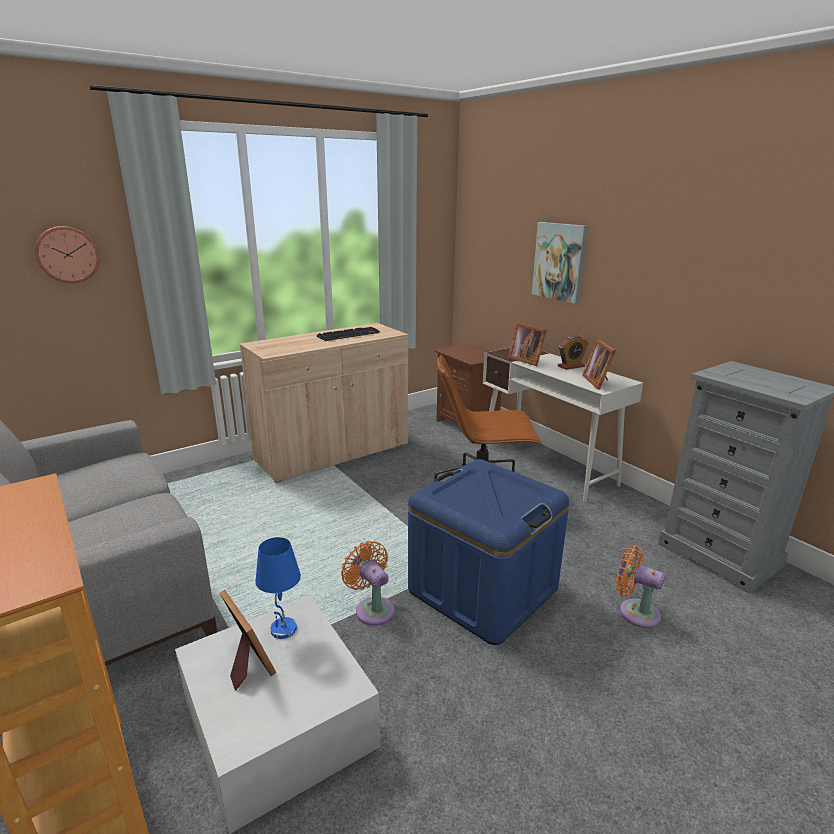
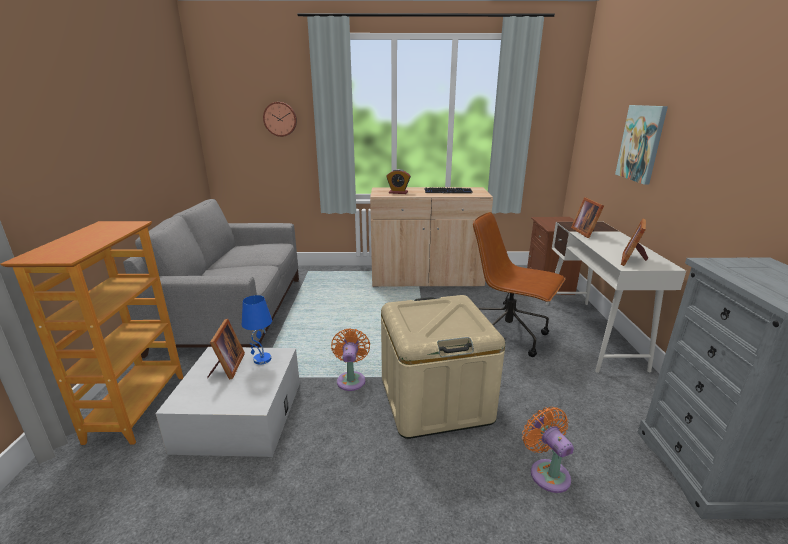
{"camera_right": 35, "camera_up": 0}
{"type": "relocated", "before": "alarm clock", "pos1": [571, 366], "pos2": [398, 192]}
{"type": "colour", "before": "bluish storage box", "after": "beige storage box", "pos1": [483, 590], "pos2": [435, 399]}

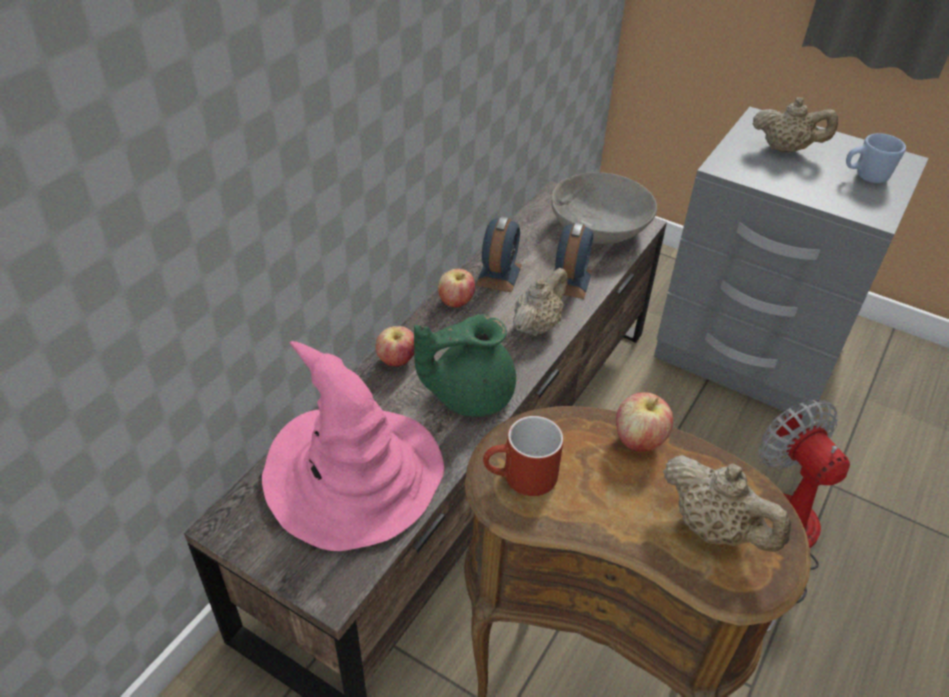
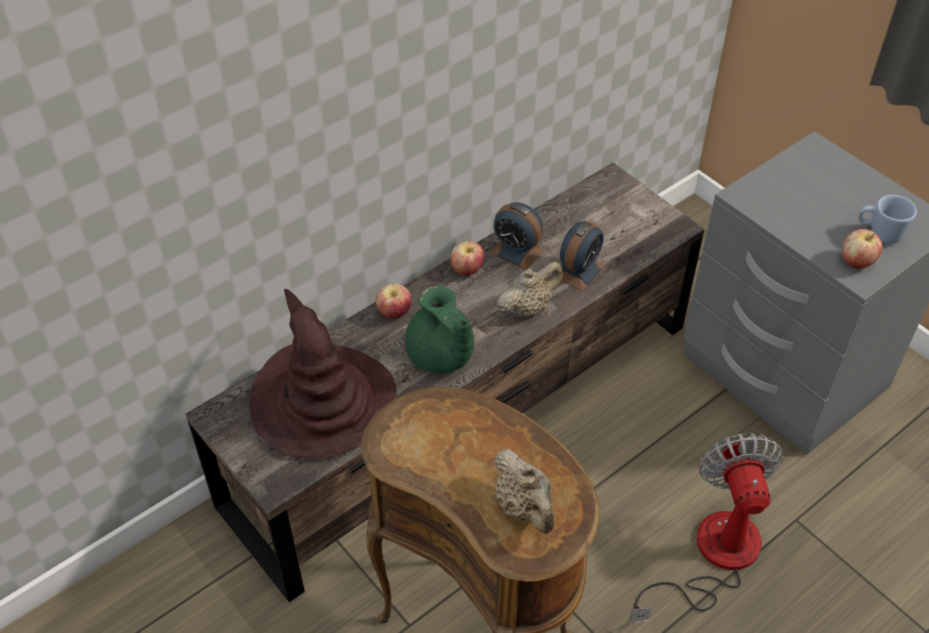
{"camera_right": 20, "camera_up": 5}
{"type": "missing", "before": "red-coloured tea mug", "pos1": [520, 478]}
{"type": "missing", "before": "greyish serving bowl", "pos1": [599, 228]}
{"type": "missing", "before": "beige teapot", "pos1": [786, 149]}
{"type": "relocated", "before": "whole apple", "pos1": [639, 440], "pos2": [856, 262]}
{"type": "colour", "before": "pink-coloured hat", "after": "brownish hat", "pos1": [354, 477], "pos2": [322, 402]}
{"type": "spun", "before": "green-coloured teapot", "pos1": [469, 394], "pos2": [441, 356], "turn": -120}
{"type": "spun", "before": "alarm clock", "pos1": [499, 275], "pos2": [517, 251], "turn": 90}

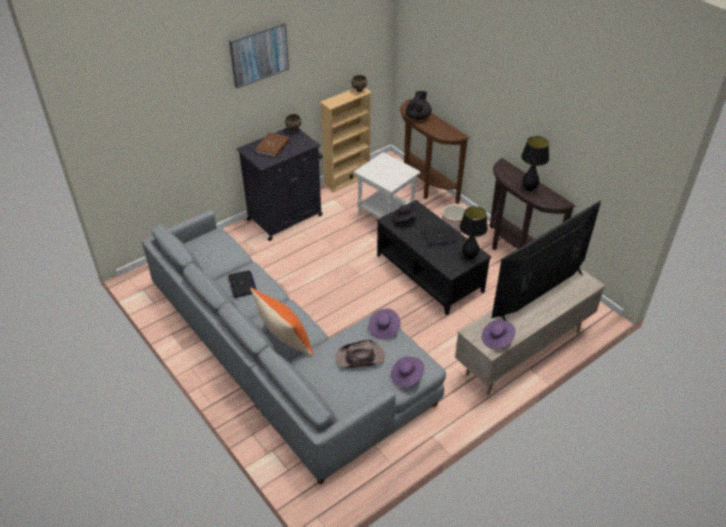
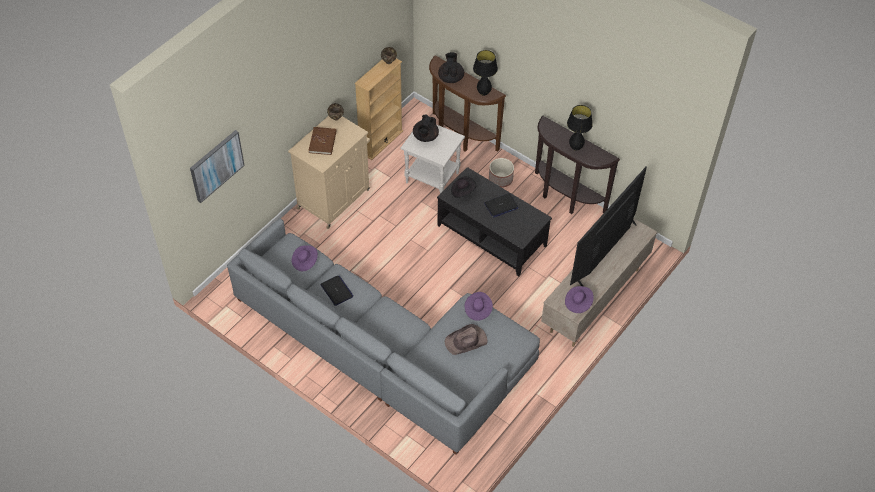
{"camera_right": -15, "camera_up": 10}
{"type": "missing", "before": "orangey pillow", "pos1": [284, 340]}
{"type": "appeared", "after": "black-coloured teapot", "pos2": [425, 137]}
{"type": "relocated", "before": "wall art", "pos1": [259, 54], "pos2": [216, 165]}
{"type": "relocated", "before": "purple hat", "pos1": [406, 377], "pos2": [305, 262]}
{"type": "relocated", "before": "black-coloured tabletop lamp", "pos1": [469, 257], "pos2": [484, 93]}
{"type": "colour", "before": "black-coloured cabinet", "after": "beige cabinet", "pos1": [286, 217], "pos2": [334, 198]}

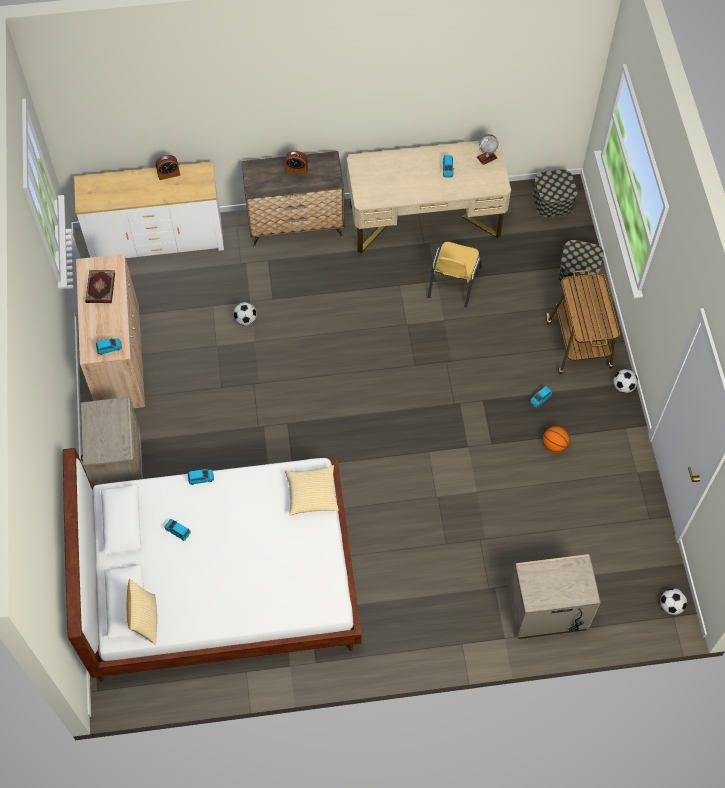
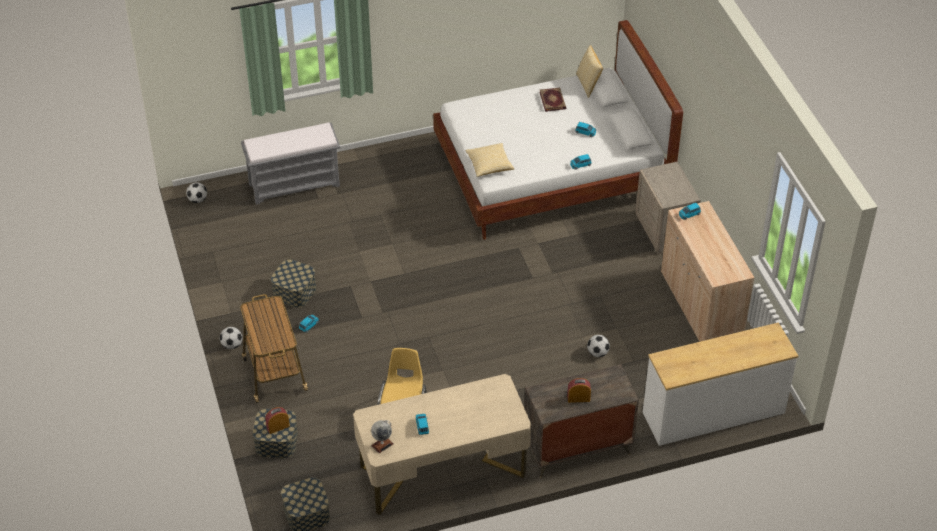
{"camera_right": 170, "camera_up": -15}
{"type": "relocated", "before": "book", "pos1": [99, 287], "pos2": [553, 100]}
{"type": "relocated", "before": "alarm clock", "pos1": [168, 174], "pos2": [278, 427]}
{"type": "exchanged", "before": "beige night table", "after": "greyish indoor bench", "pos1": [547, 612], "pos2": [295, 184]}
{"type": "exchanged", "before": "basketball ball", "after": "storage box", "pos1": [554, 445], "pos2": [294, 292]}

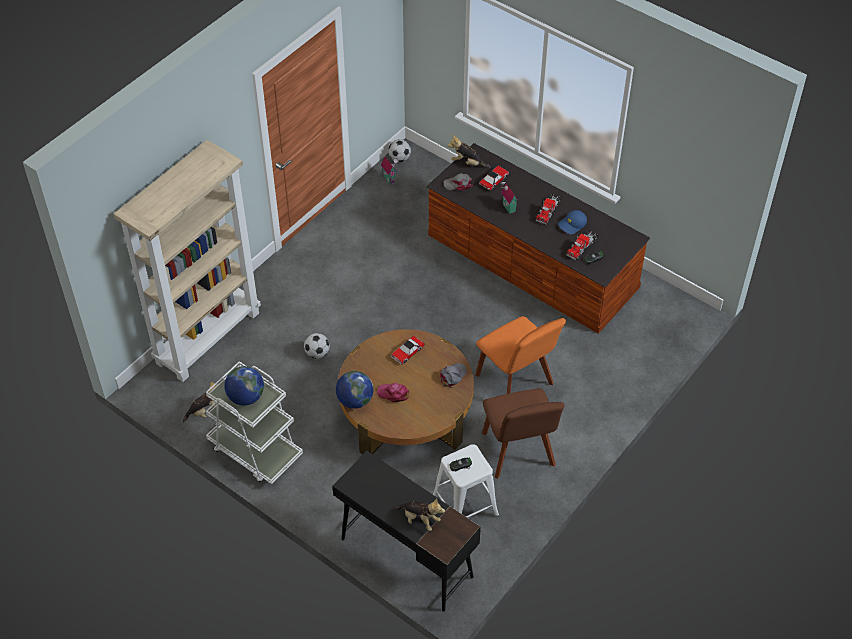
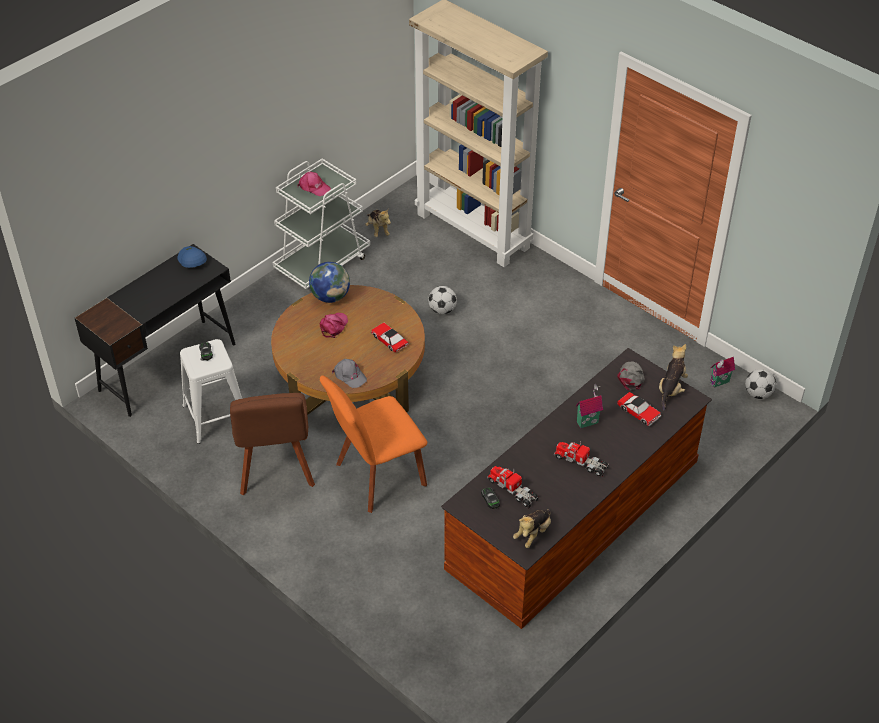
{"camera_right": 95, "camera_up": -5}
{"type": "relocated", "before": "cuddly toy", "pos1": [419, 519], "pos2": [533, 533]}
{"type": "relocated", "before": "bluish peaked cap", "pos1": [572, 225], "pos2": [191, 260]}
{"type": "exchanged", "before": "world globe", "after": "pink-coloured peaked cap", "pos1": [246, 397], "pos2": [314, 187]}
{"type": "spun", "before": "brownish chair", "pos1": [519, 452], "pos2": [275, 469], "turn": -90}

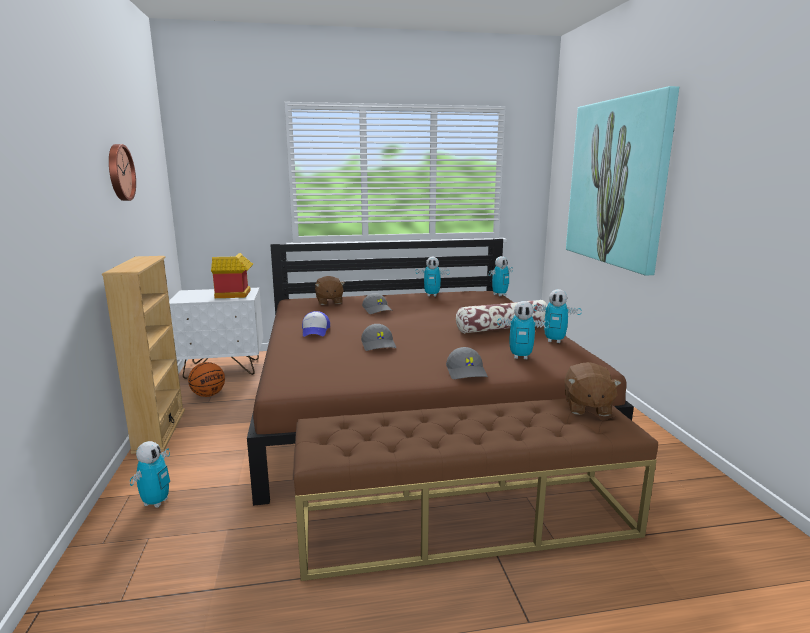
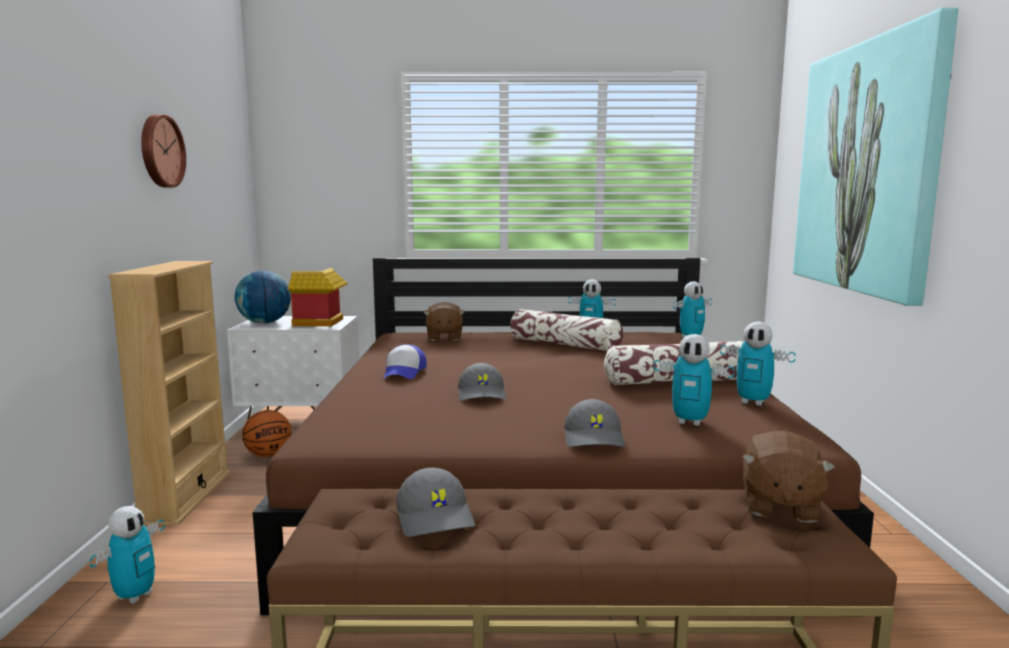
{"camera_right": 10, "camera_up": -5}
{"type": "appeared", "after": "world globe", "pos2": [265, 323]}
{"type": "appeared", "after": "pillow", "pos2": [565, 345]}
{"type": "relocated", "before": "greyish peaked cap", "pos1": [377, 310], "pos2": [436, 518]}

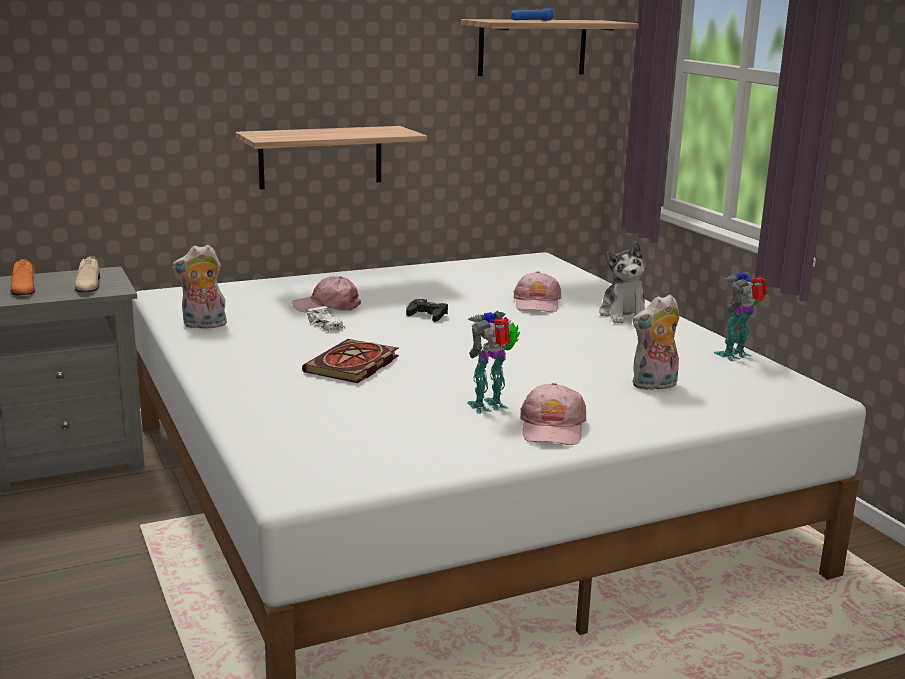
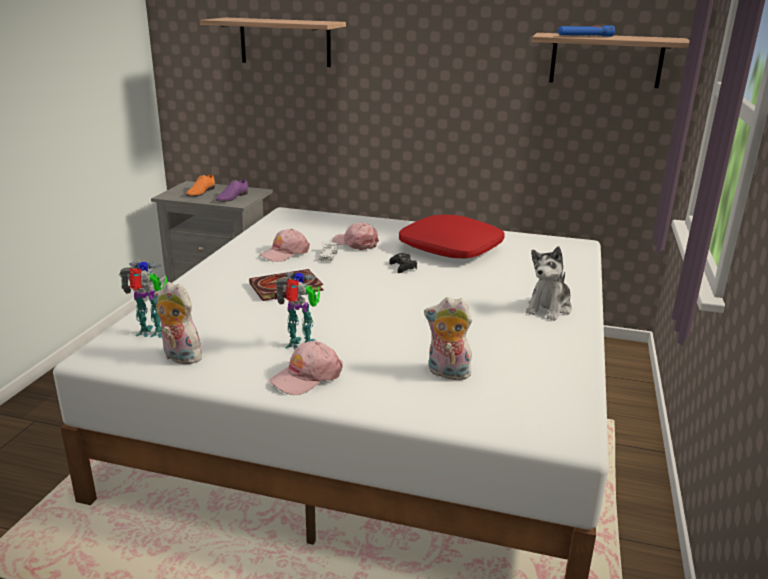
{"camera_right": 40, "camera_up": 5}
{"type": "appeared", "after": "red-coloured pillow", "pos2": [451, 248]}
{"type": "relocated", "before": "cuddly toy", "pos1": [203, 325], "pos2": [179, 357]}
{"type": "relocated", "before": "wall shelf", "pos1": [320, 157], "pos2": [285, 42]}
{"type": "relocated", "before": "pink-coloured peaked cap", "pos1": [537, 303], "pos2": [285, 253]}
{"type": "relocated", "before": "robot figure", "pos1": [736, 355], "pos2": [152, 333]}
{"type": "colour", "before": "beige low shoe", "after": "purple low shoe", "pos1": [88, 285], "pos2": [231, 197]}

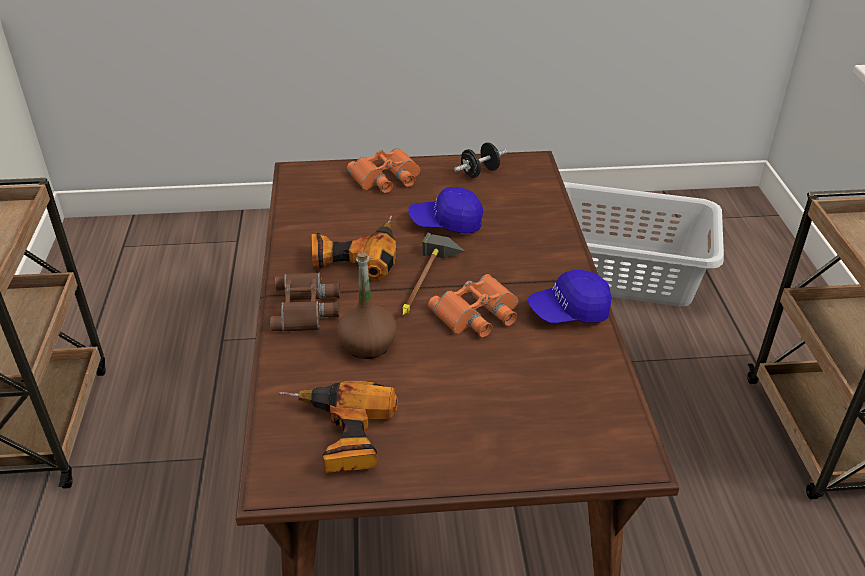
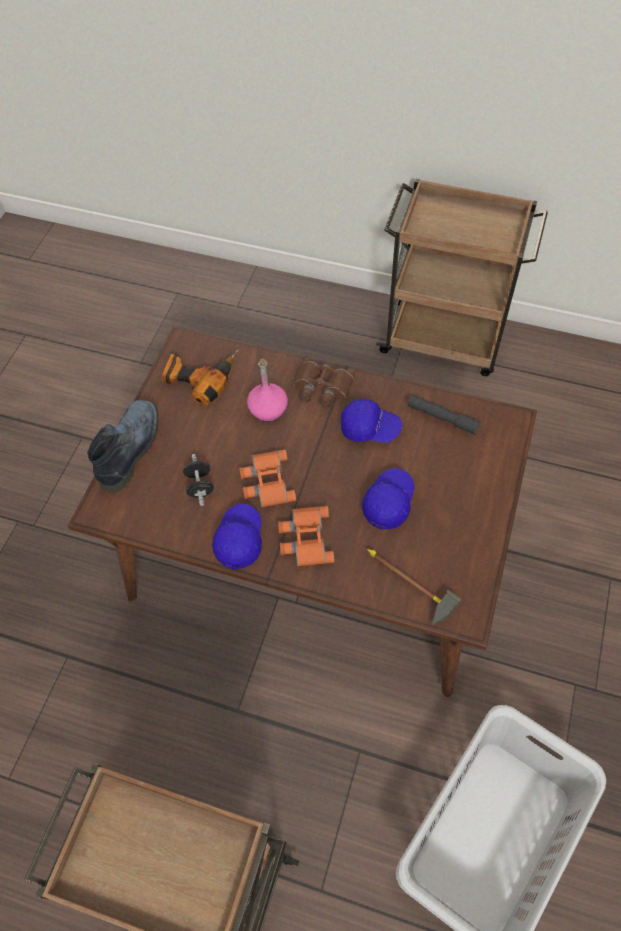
{"camera_right": 115, "camera_up": 20}
{"type": "appeared", "after": "tall boot", "pos2": [130, 447]}
{"type": "appeared", "after": "greyish torch", "pos2": [442, 418]}
{"type": "relocated", "before": "orangey binoculars", "pos1": [386, 178], "pos2": [305, 538]}
{"type": "relocated", "before": "tool hammer", "pos1": [429, 284], "pos2": [404, 586]}
{"type": "relocated", "before": "black-coloured dumbbell", "pos1": [480, 172], "pos2": [200, 486]}
{"type": "exchanged", "before": "power drill", "after": "bluish peaked cap", "pos1": [354, 256], "pos2": [370, 428]}
{"type": "colour", "before": "brownish drink bottle", "after": "pink-coloured drink bottle", "pos1": [367, 344], "pos2": [268, 409]}

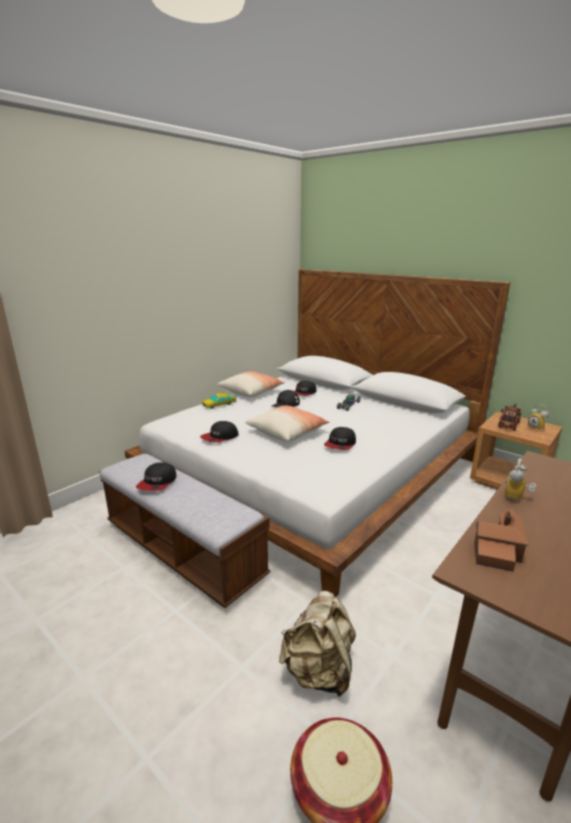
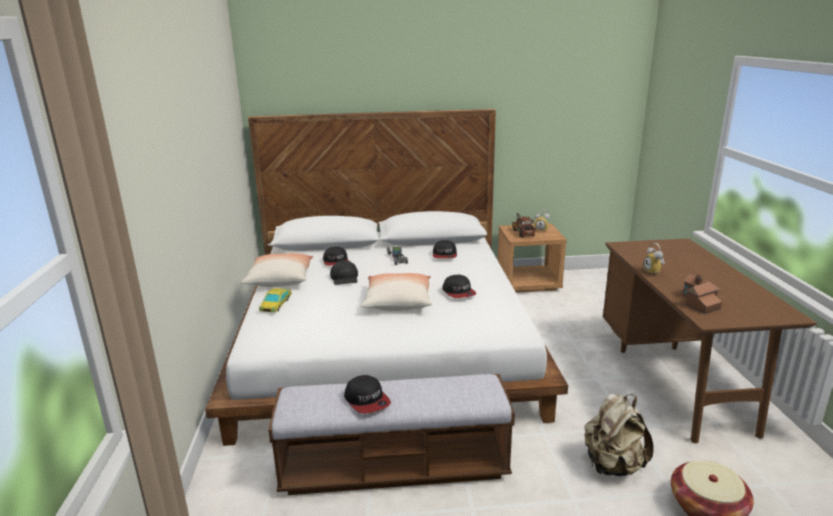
{"camera_right": -45, "camera_up": 0}
{"type": "relocated", "before": "peaked cap", "pos1": [220, 437], "pos2": [444, 255]}

